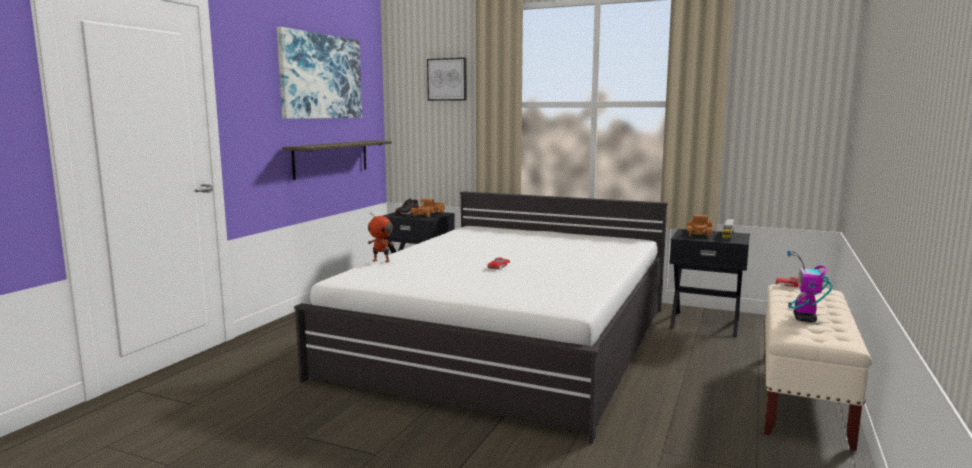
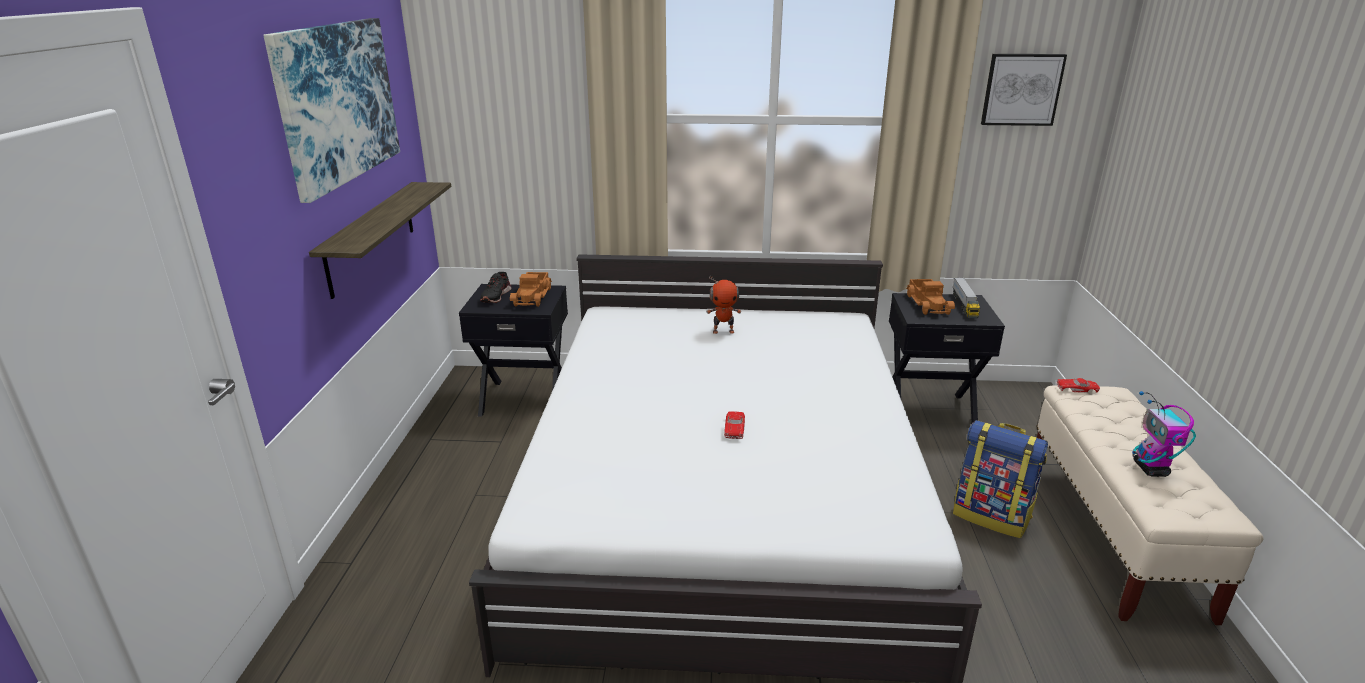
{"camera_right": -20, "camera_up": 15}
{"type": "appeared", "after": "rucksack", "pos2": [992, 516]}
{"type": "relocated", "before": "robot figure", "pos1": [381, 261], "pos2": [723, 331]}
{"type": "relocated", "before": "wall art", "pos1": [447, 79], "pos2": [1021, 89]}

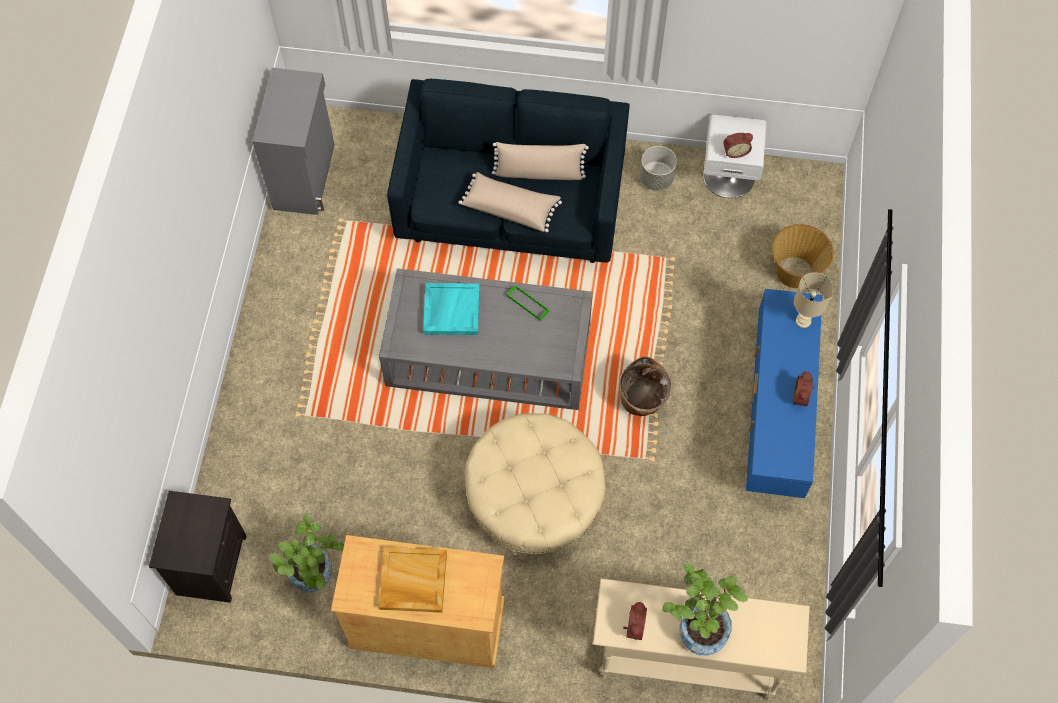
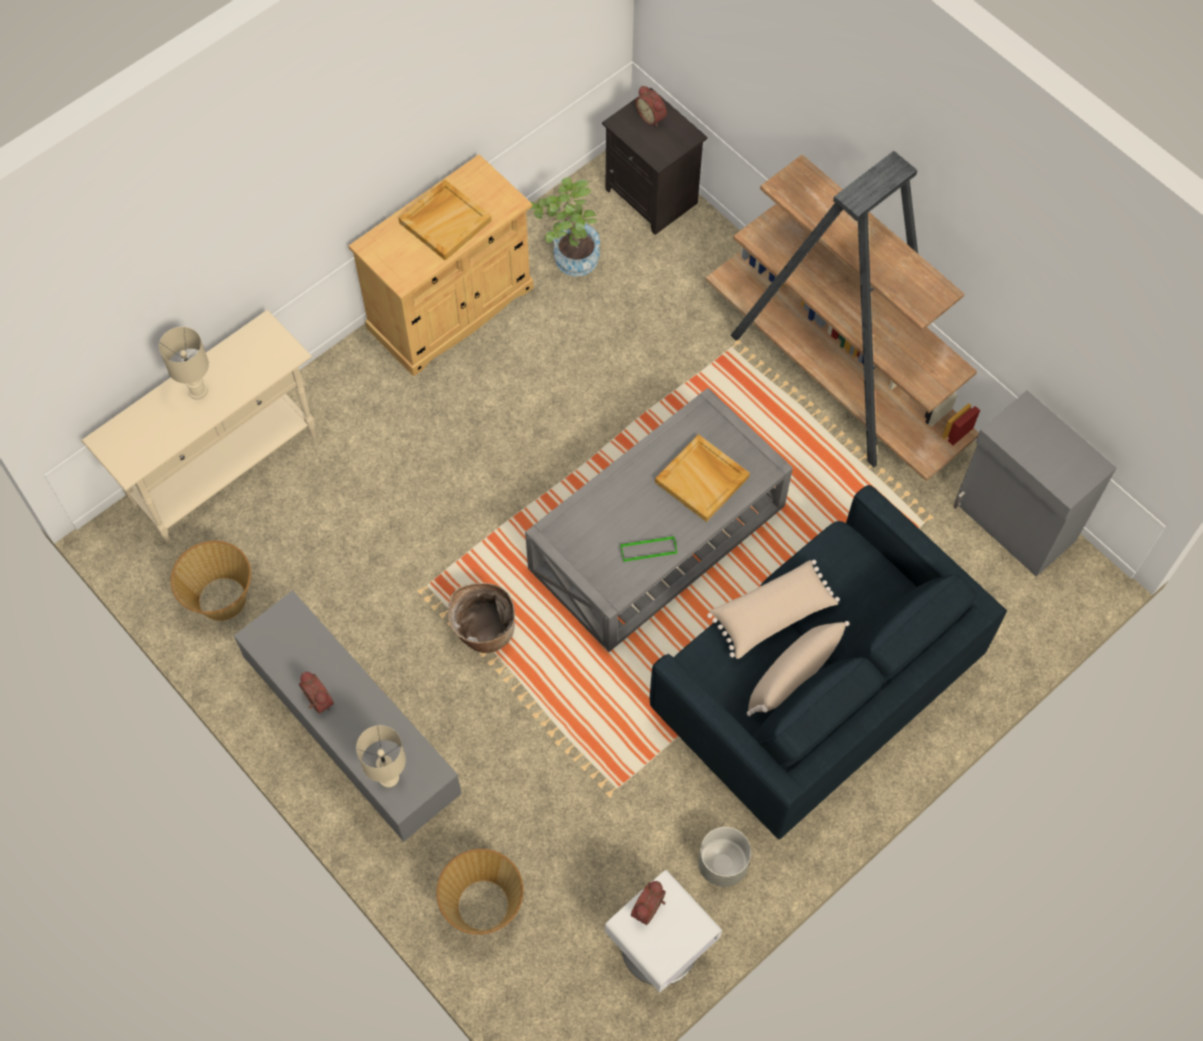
{"camera_right": 130, "camera_up": 0}
{"type": "missing", "before": "beige footrest", "pos1": [534, 499]}
{"type": "appeared", "after": "basket", "pos2": [221, 599]}
{"type": "appeared", "after": "brownish bookshelf", "pos2": [835, 377]}
{"type": "relocated", "before": "alarm clock", "pos1": [633, 626], "pos2": [652, 116]}
{"type": "exchanged", "before": "potted plant", "after": "beige tabletop lamp", "pos1": [697, 627], "pos2": [198, 391]}
{"type": "colour", "before": "turquoise-coloured serving tray", "after": "beige serving tray", "pos1": [451, 310], "pos2": [703, 479]}
{"type": "colour", "before": "bluish tv stand", "after": "greyish tv stand", "pos1": [774, 415], "pos2": [356, 738]}

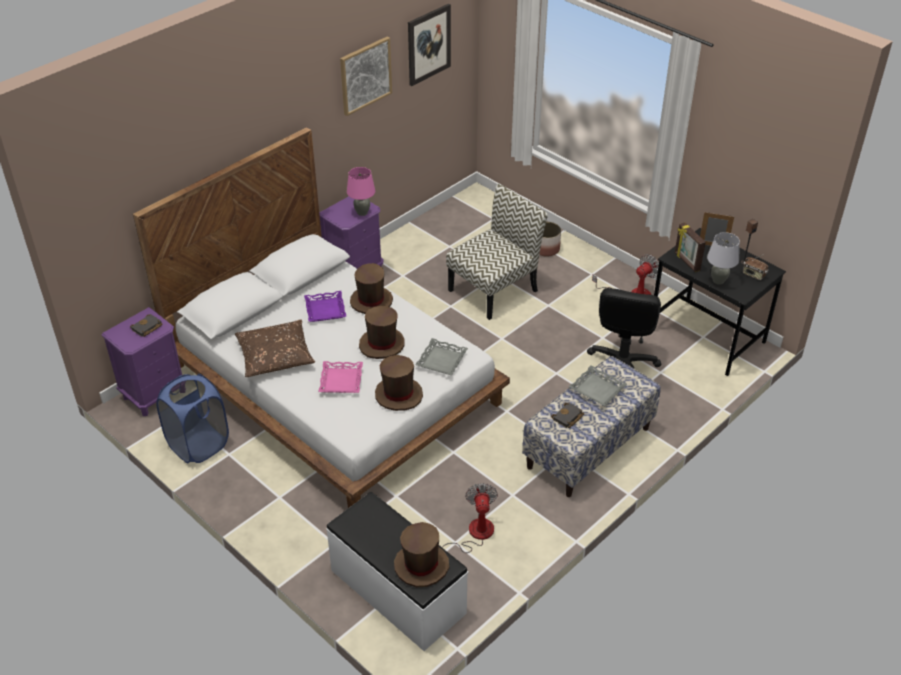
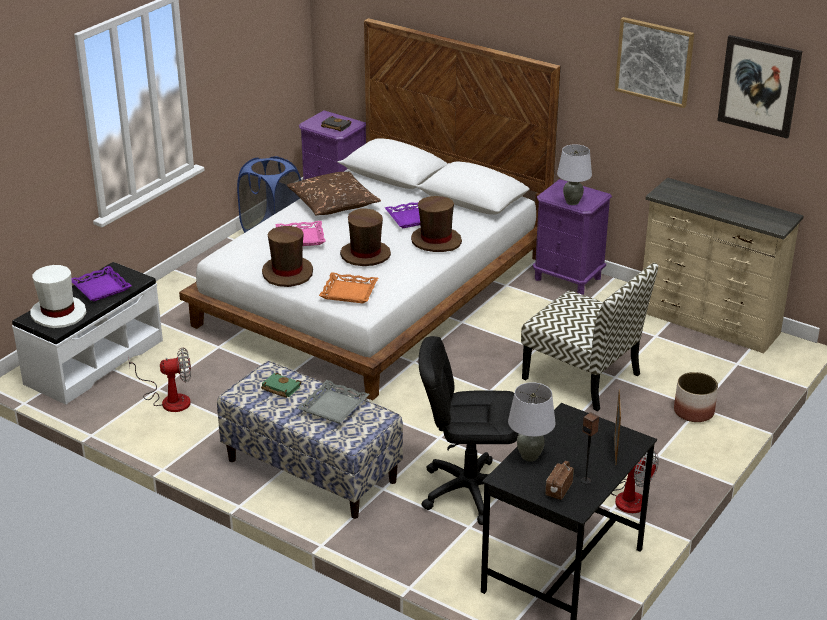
{"camera_right": 80, "camera_up": -10}
{"type": "missing", "before": "photo frame", "pos1": [686, 262]}
{"type": "appeared", "after": "purple serving tray", "pos2": [101, 288]}
{"type": "appeared", "after": "beige chest of drawers", "pos2": [708, 323]}
{"type": "colour", "before": "pink-coloured tabletop lamp", "after": "greyish tabletop lamp", "pos1": [362, 212], "pos2": [572, 202]}
{"type": "colour", "before": "brownish hat", "after": "white hat", "pos1": [421, 565], "pos2": [58, 313]}
{"type": "colour", "before": "greyish serving tray", "after": "orangey serving tray", "pos1": [441, 360], "pos2": [349, 292]}
{"type": "colour", "before": "black-coloured book", "after": "green-coloured book", "pos1": [568, 418], "pos2": [279, 388]}

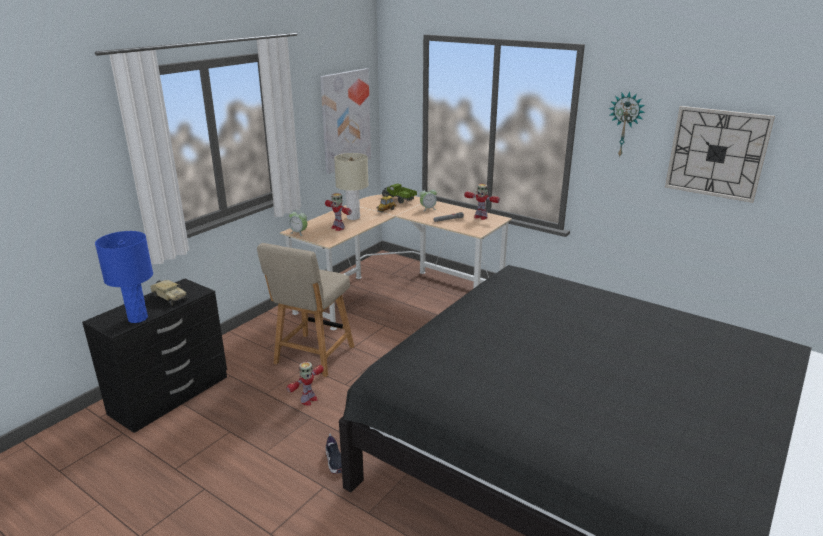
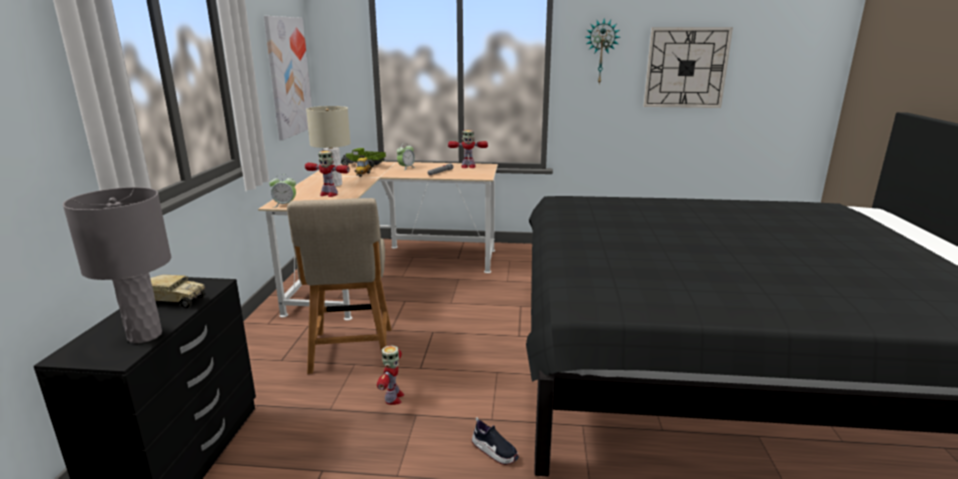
{"camera_right": -30, "camera_up": -5}
{"type": "colour", "before": "bluish tabletop lamp", "after": "greyish tabletop lamp", "pos1": [138, 318], "pos2": [145, 335]}

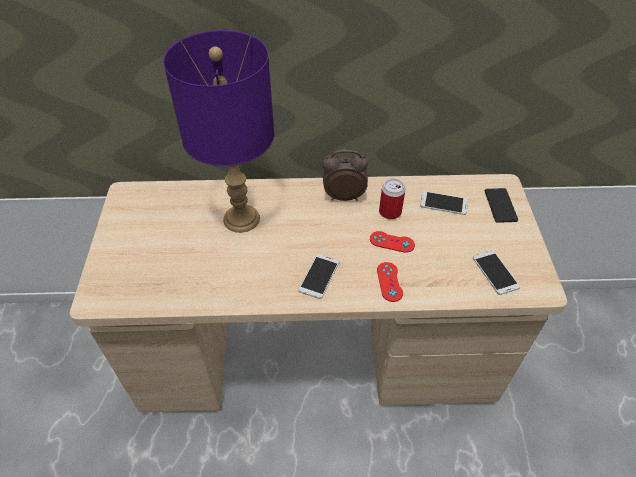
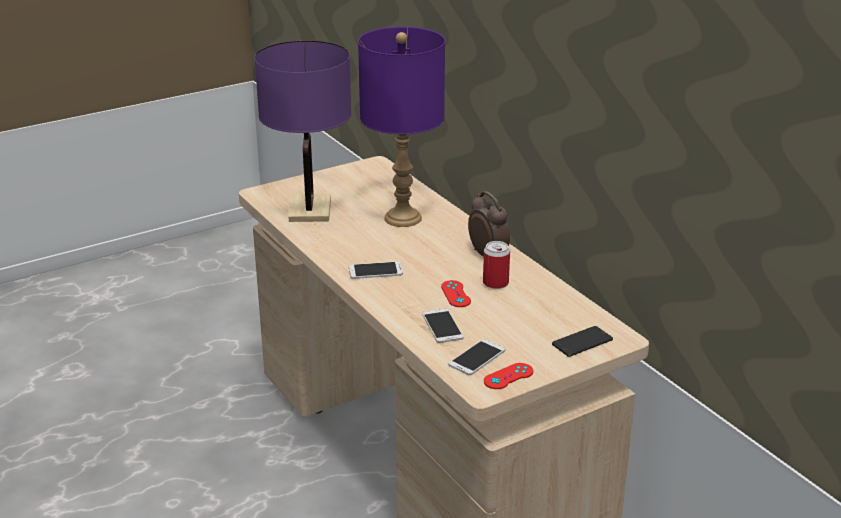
{"camera_right": 60, "camera_up": -20}
{"type": "appeared", "after": "purple tabletop lamp", "pos2": [310, 210]}
{"type": "relocated", "before": "red-coloured joypad", "pos1": [389, 282], "pos2": [508, 376]}
{"type": "relocated", "before": "telephone", "pos1": [443, 203], "pos2": [442, 326]}

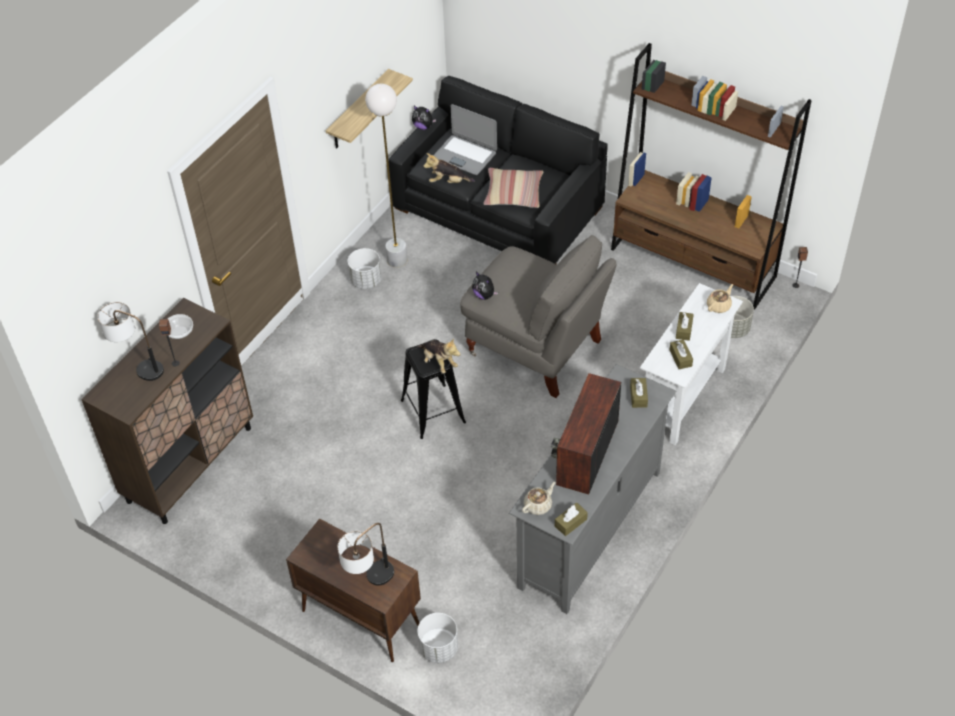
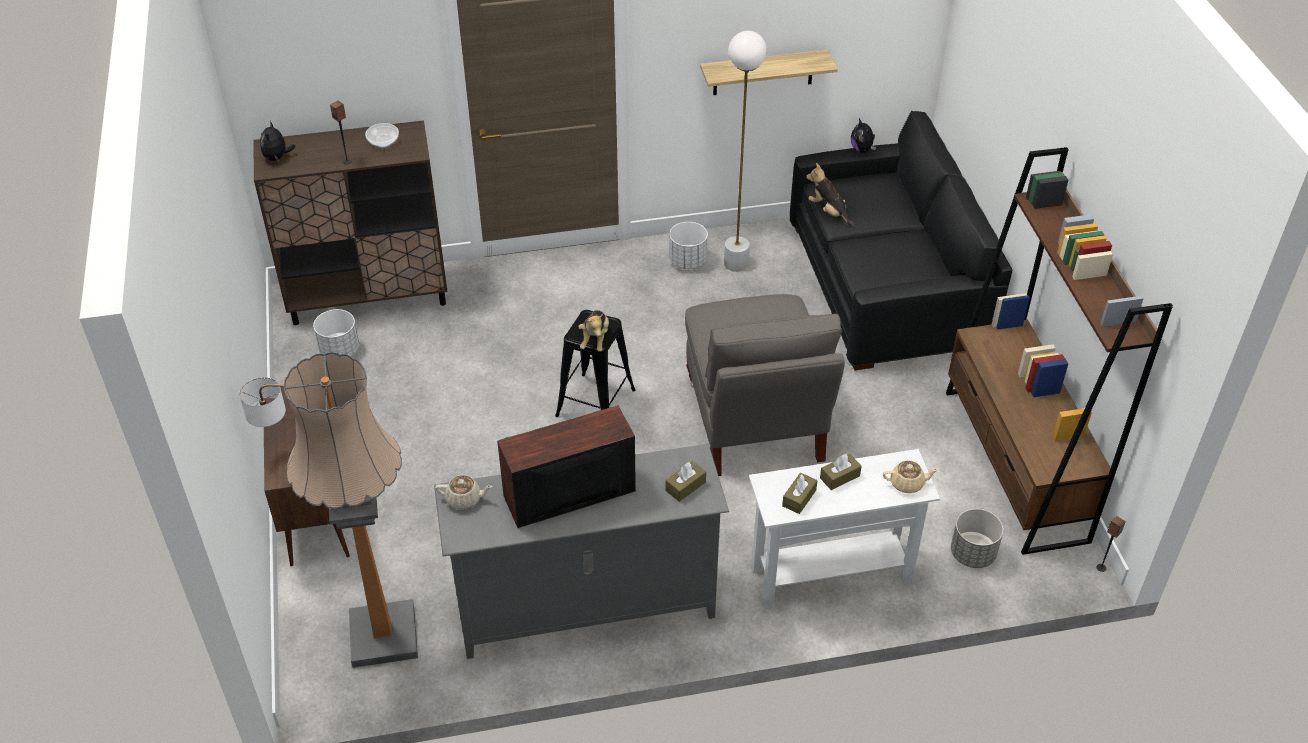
{"camera_right": 45, "camera_up": -5}
{"type": "missing", "before": "tabletop lamp", "pos1": [138, 366]}
{"type": "missing", "before": "notebook computer", "pos1": [465, 155]}
{"type": "missing", "before": "pillow", "pos1": [513, 193]}
{"type": "missing", "before": "brownish tissue box", "pos1": [570, 522]}
{"type": "appeared", "after": "standard lamp", "pos2": [383, 636]}
{"type": "relocated", "before": "white plant pot", "pos1": [438, 648], "pos2": [339, 350]}
{"type": "relocated", "before": "cuddly toy", "pos1": [484, 295], "pos2": [277, 157]}

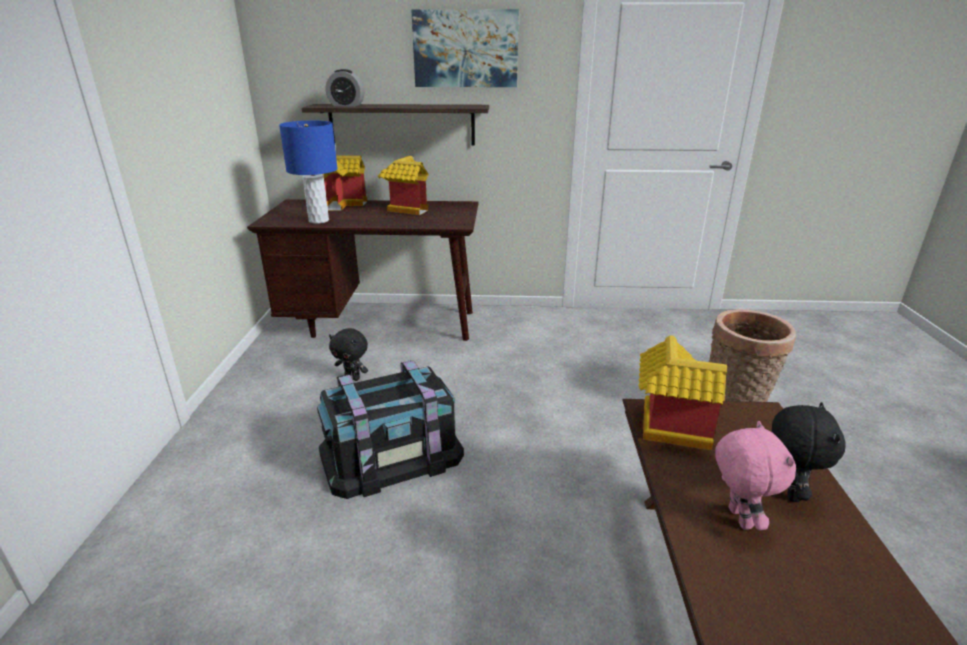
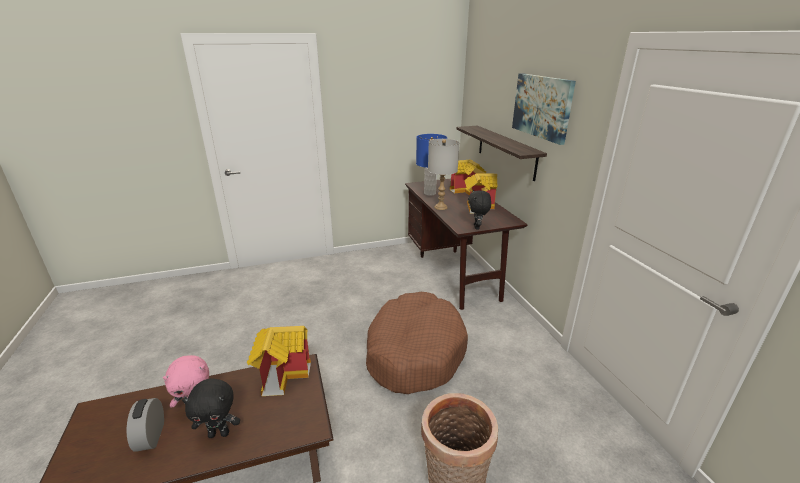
{"camera_right": 70, "camera_up": 0}
{"type": "missing", "before": "black-coloured storage box", "pos1": [391, 455]}
{"type": "appeared", "after": "brownish dog cushion", "pos2": [414, 351]}
{"type": "appeared", "after": "greyish tabletop lamp", "pos2": [440, 207]}
{"type": "relocated", "before": "alarm clock", "pos1": [346, 105], "pos2": [151, 436]}
{"type": "relocated", "before": "black-coloured cuddly toy", "pos1": [353, 378], "pos2": [477, 227]}

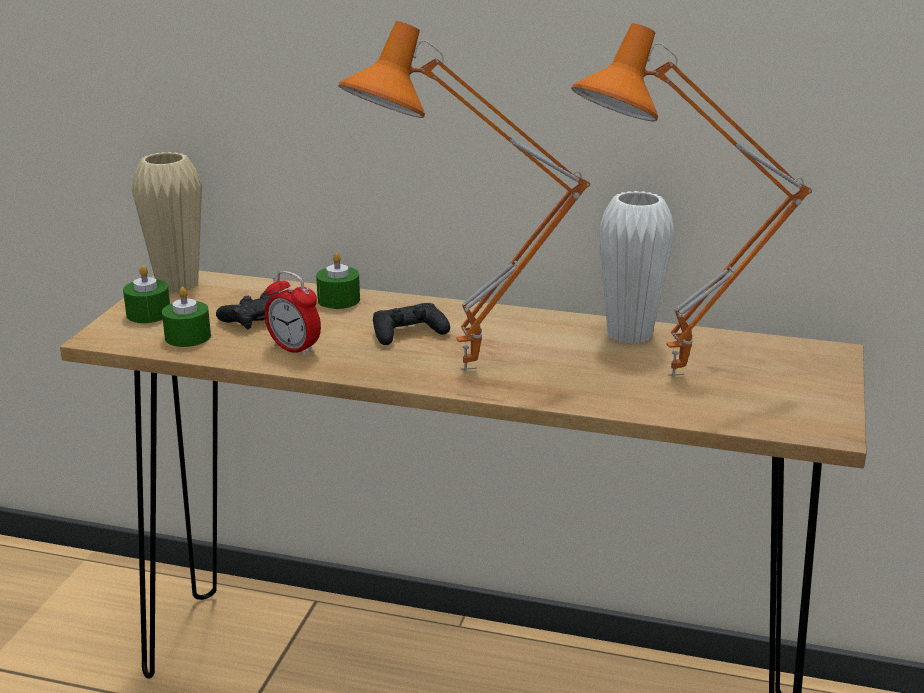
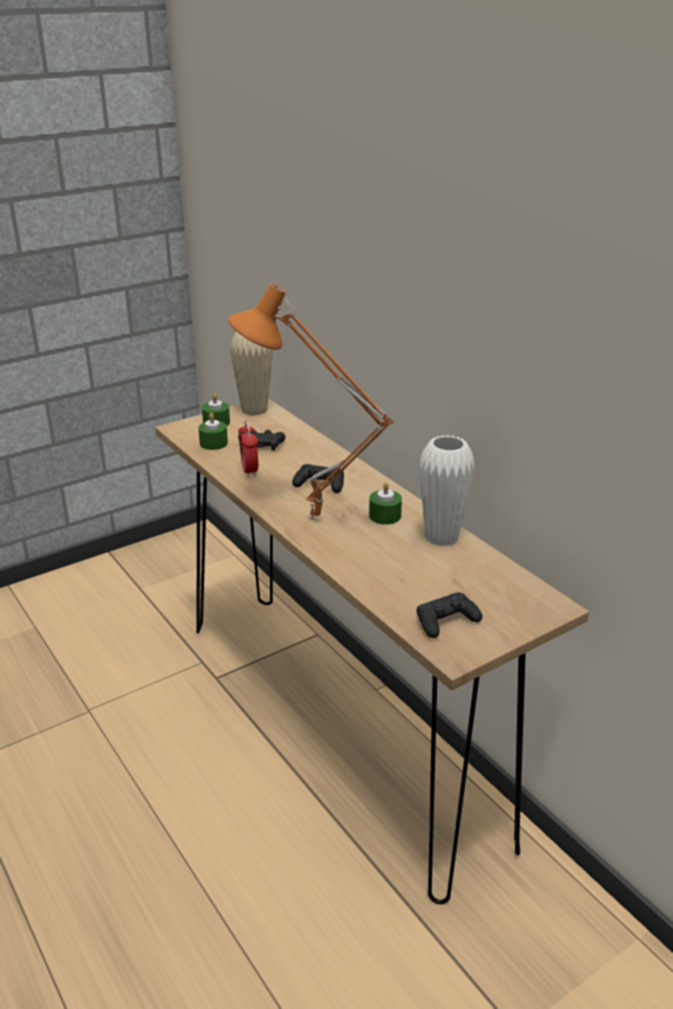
{"camera_right": 40, "camera_up": 5}
{"type": "missing", "before": "orangey tabletop lamp", "pos1": [678, 379]}
{"type": "appeared", "after": "black-coloured joypad", "pos2": [446, 621]}
{"type": "relocated", "before": "green-coloured wax candle", "pos1": [338, 300], "pos2": [385, 516]}

